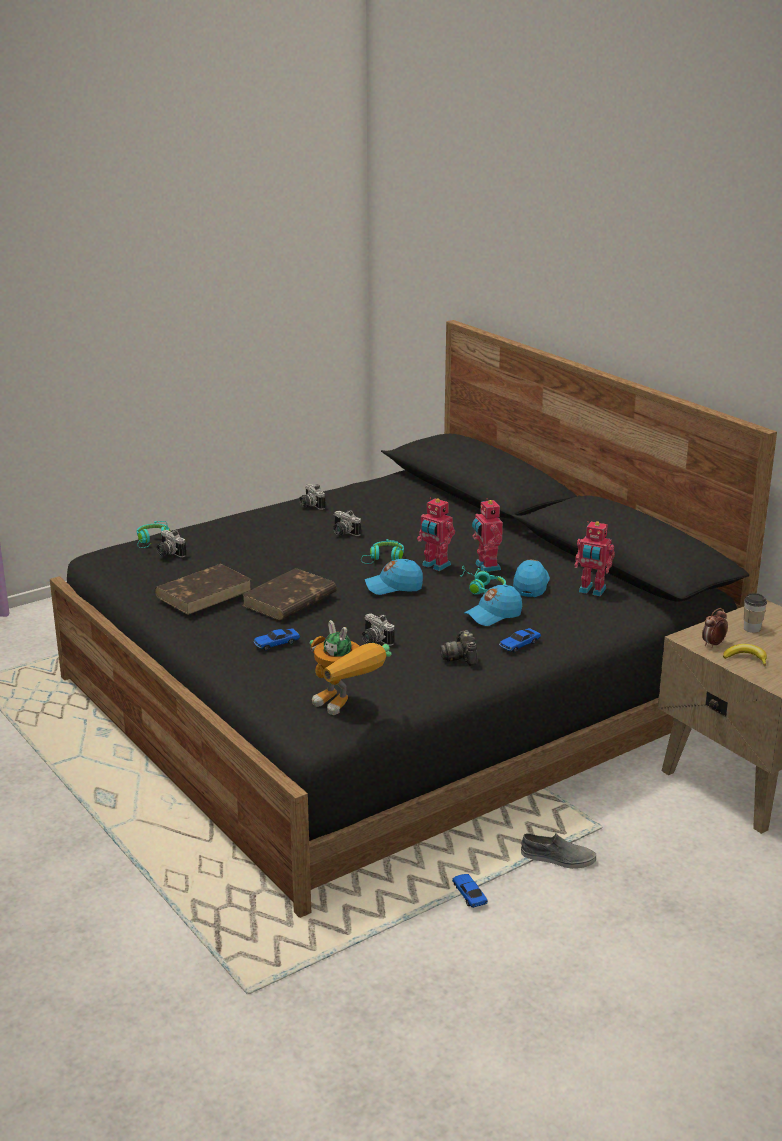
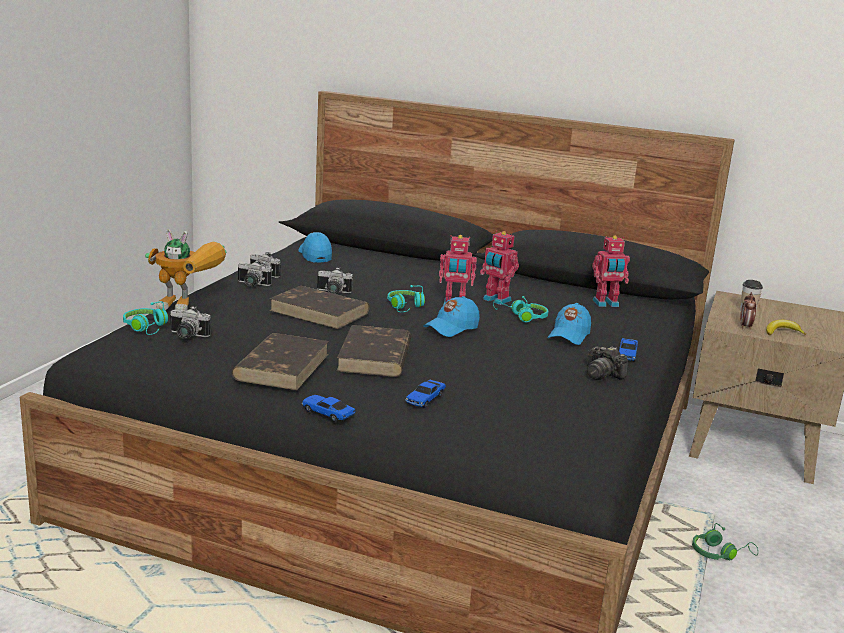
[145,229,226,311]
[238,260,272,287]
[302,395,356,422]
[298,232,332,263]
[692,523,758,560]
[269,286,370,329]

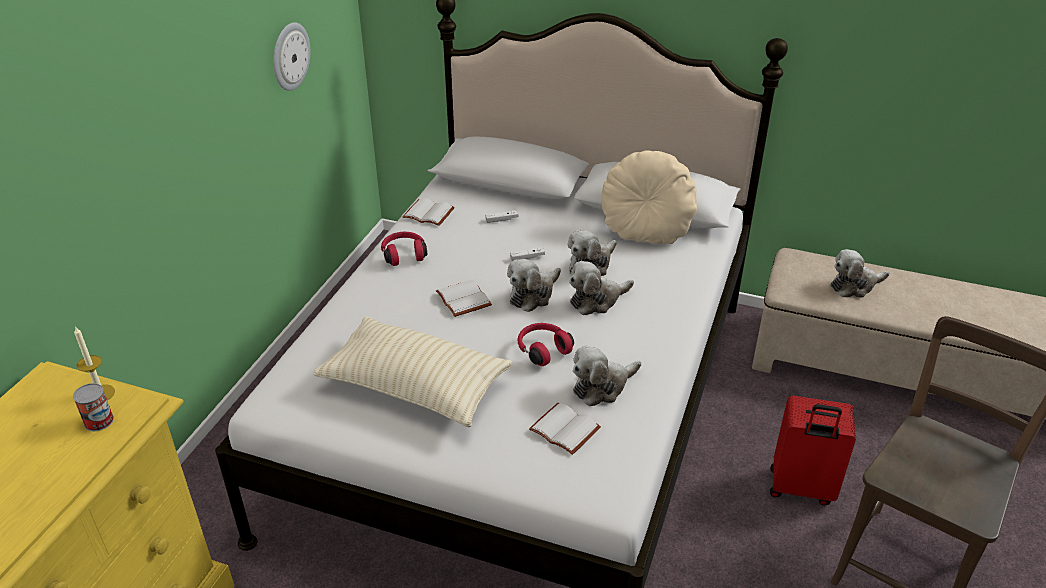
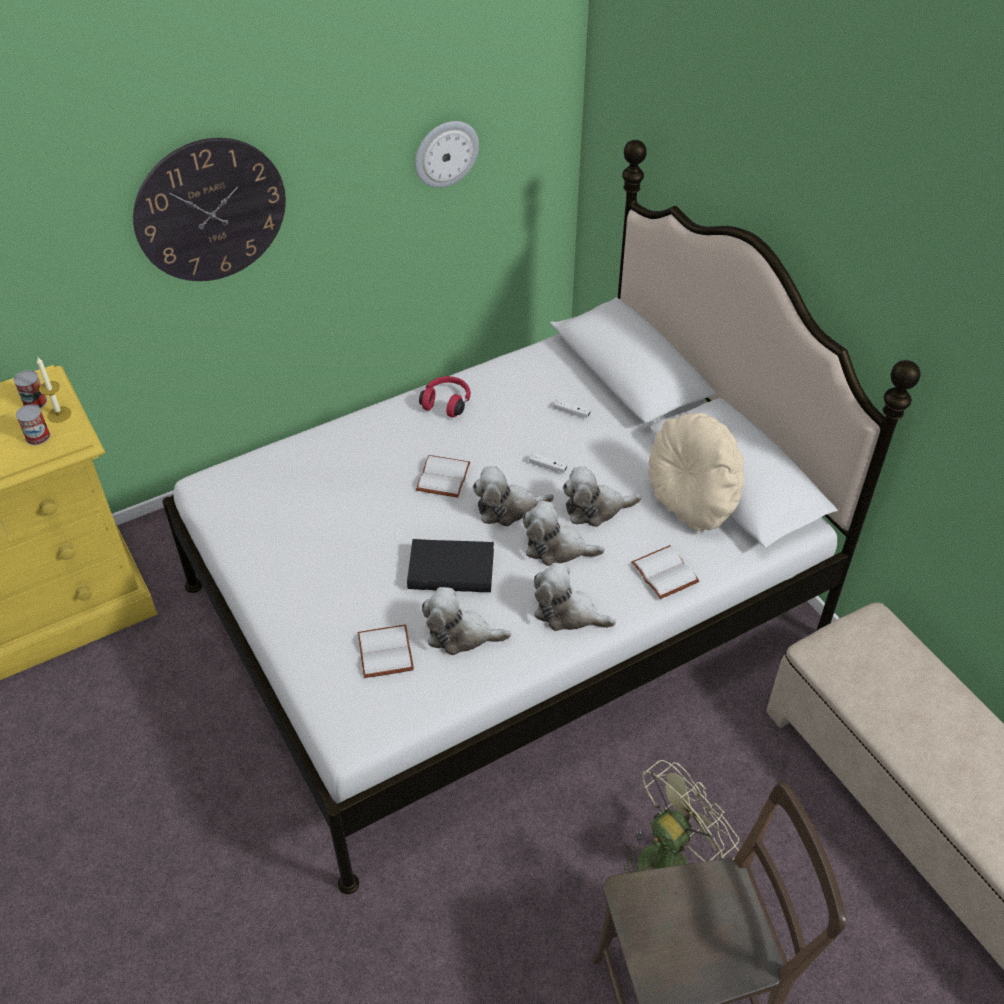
[313,316,512,427] (first image)
[631,545,699,599]
[407,539,494,592]
[622,760,739,874]
[534,563,616,631]
[14,370,47,408]
[133,138,286,281]

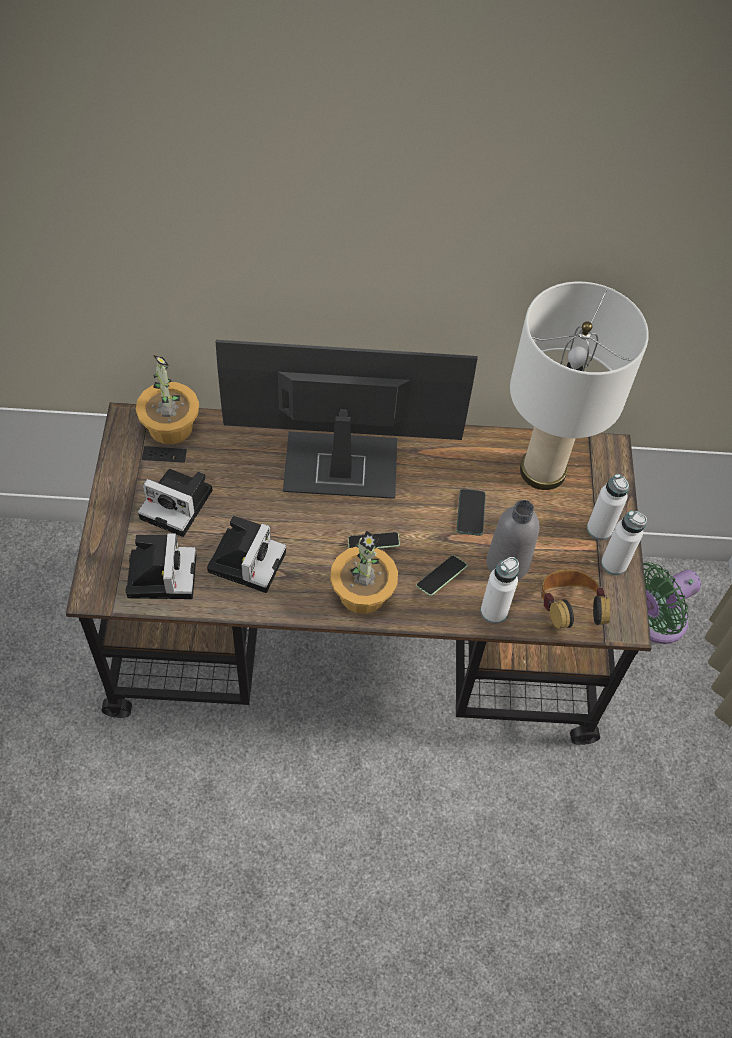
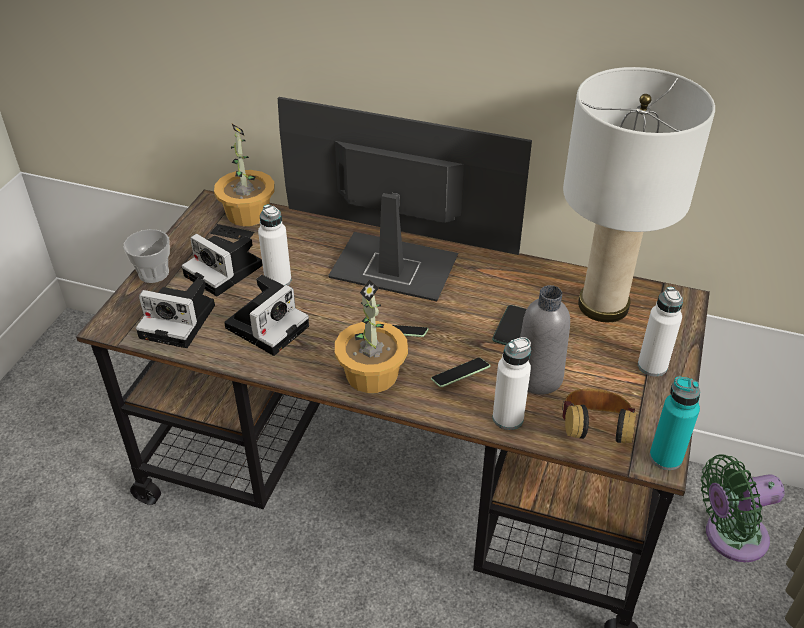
[136,279,215,348]
[258,204,291,286]
[124,229,170,283]
[650,376,700,470]

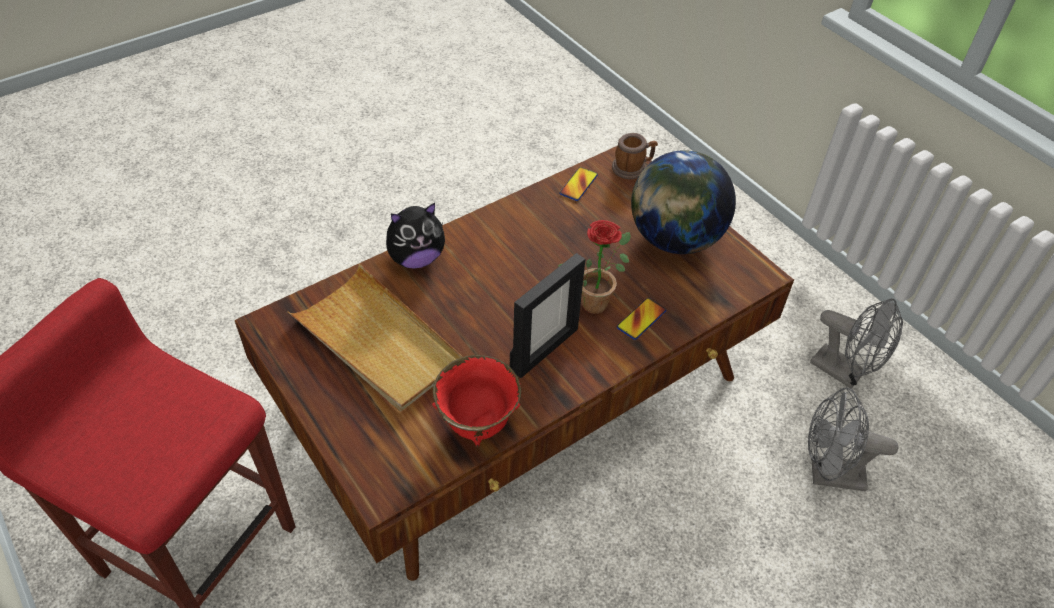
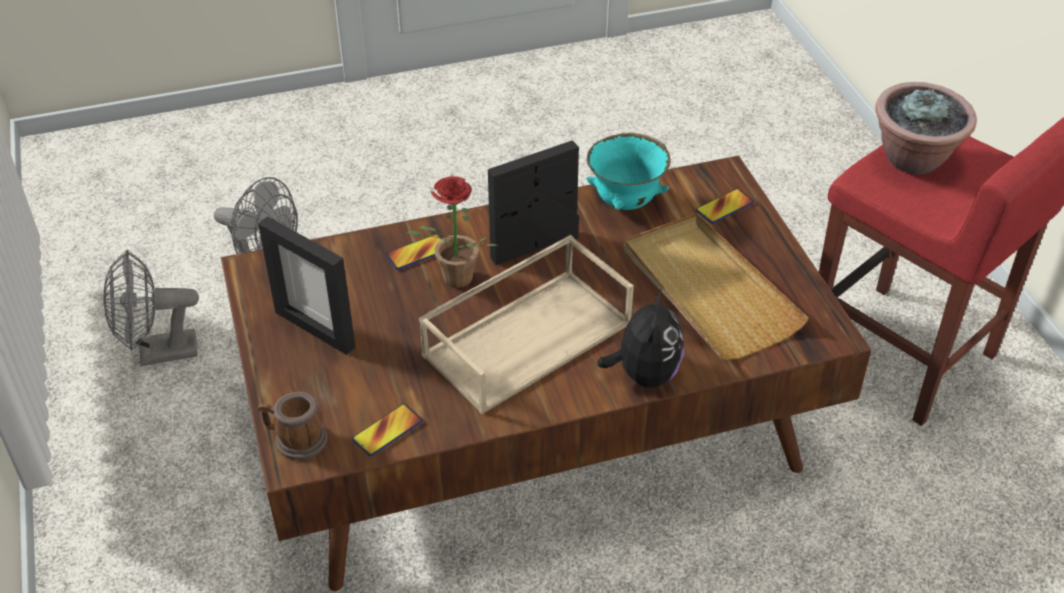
[597,288,684,388]
[586,133,670,210]
[258,216,356,355]
[103,250,199,366]
[419,235,634,414]
[696,189,754,223]
[875,82,977,174]

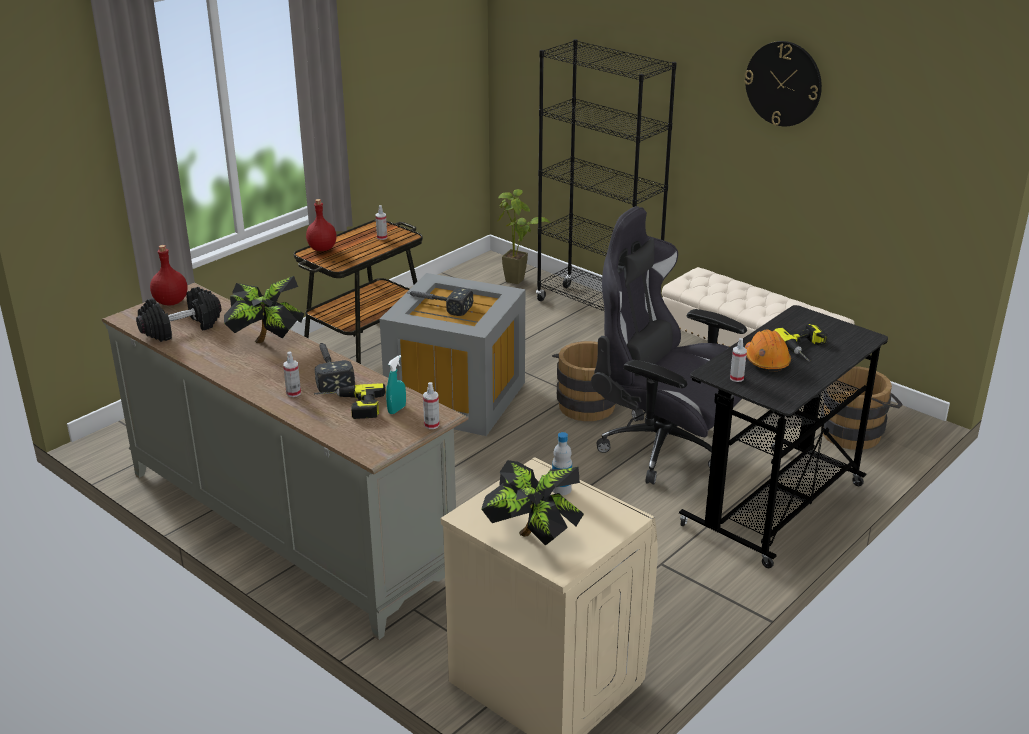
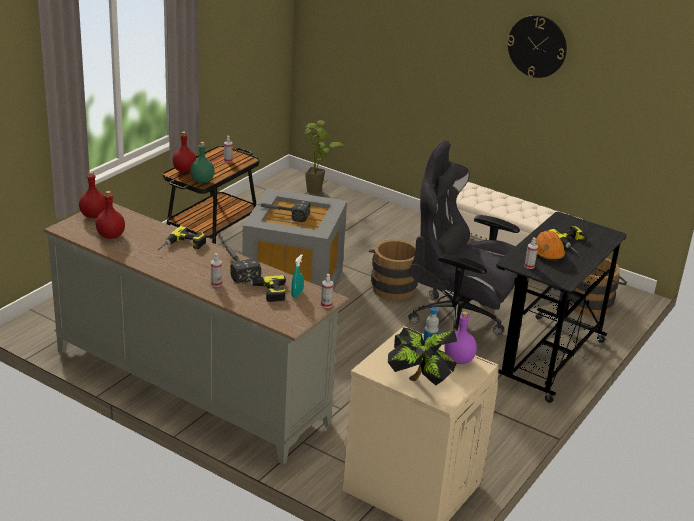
[96,191,125,239]
[158,226,206,250]
[536,39,677,311] (first image)
[190,142,214,183]
[444,311,477,364]

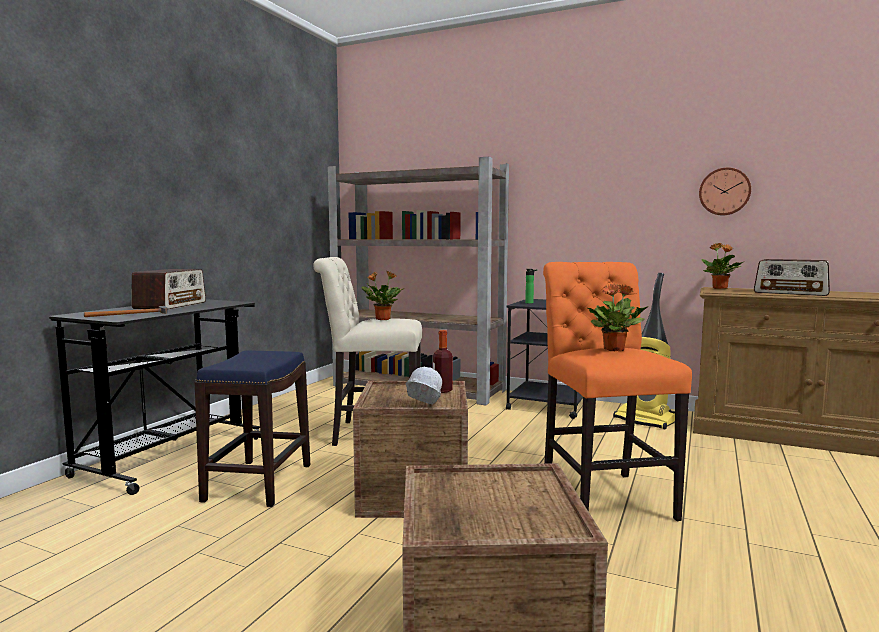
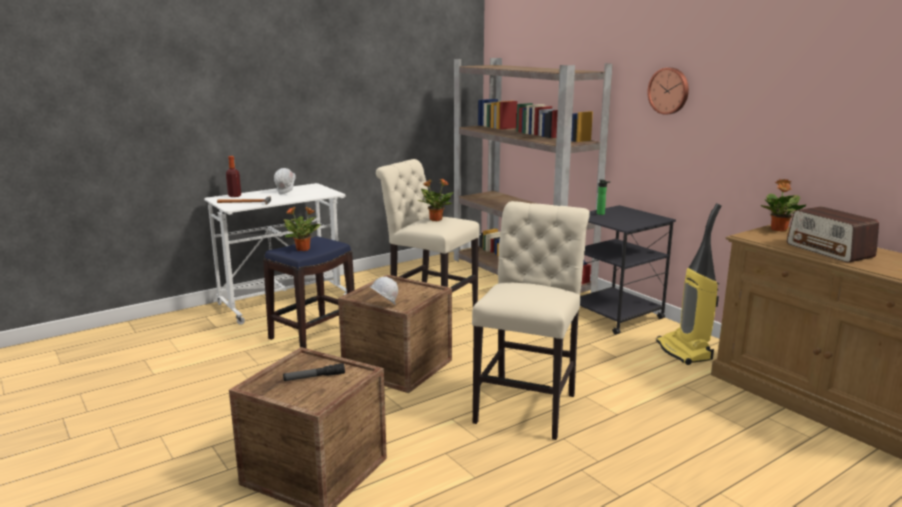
[204,183,347,325]
[274,168,296,194]
[226,156,241,197]
[472,201,590,440]
[283,206,321,251]
[647,68,689,115]
[283,363,345,381]

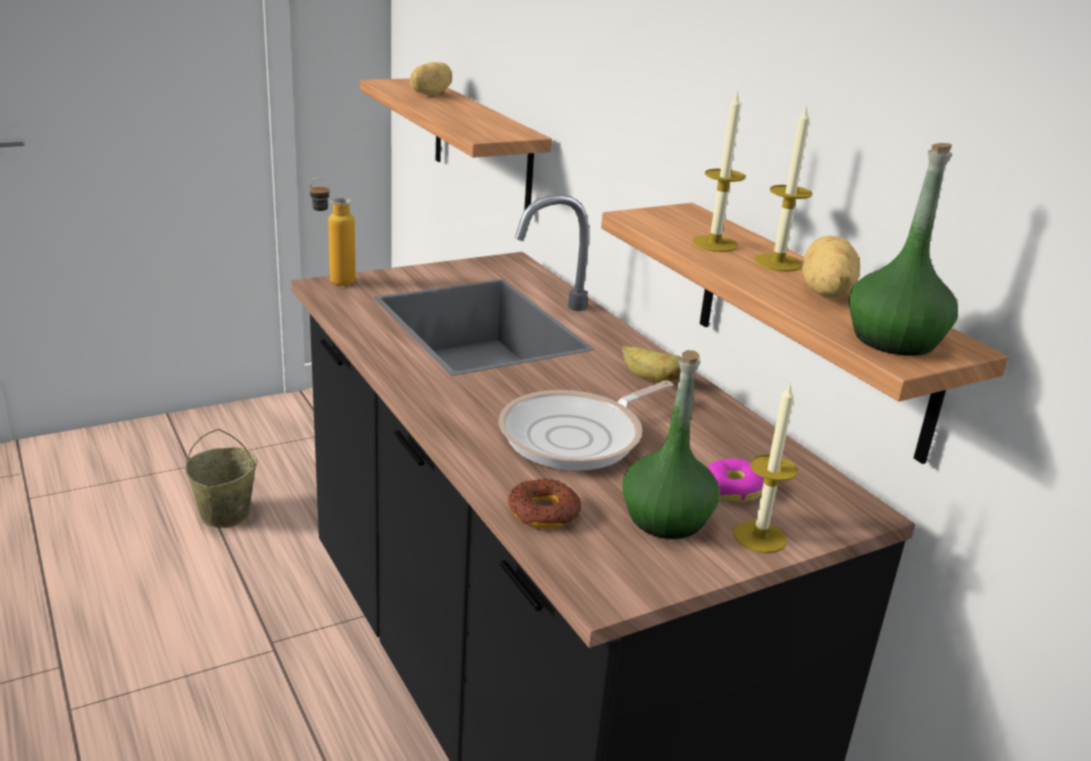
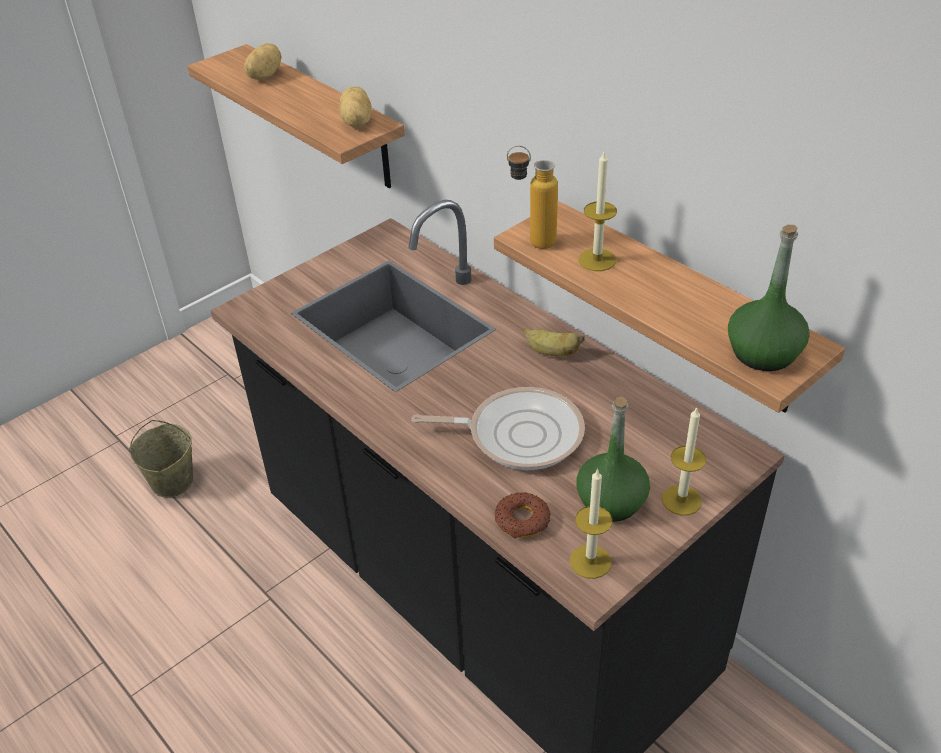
[507,145,558,249]
[412,387,585,470]
[708,458,764,502] (first image)
[570,468,612,579]
[339,87,372,127]

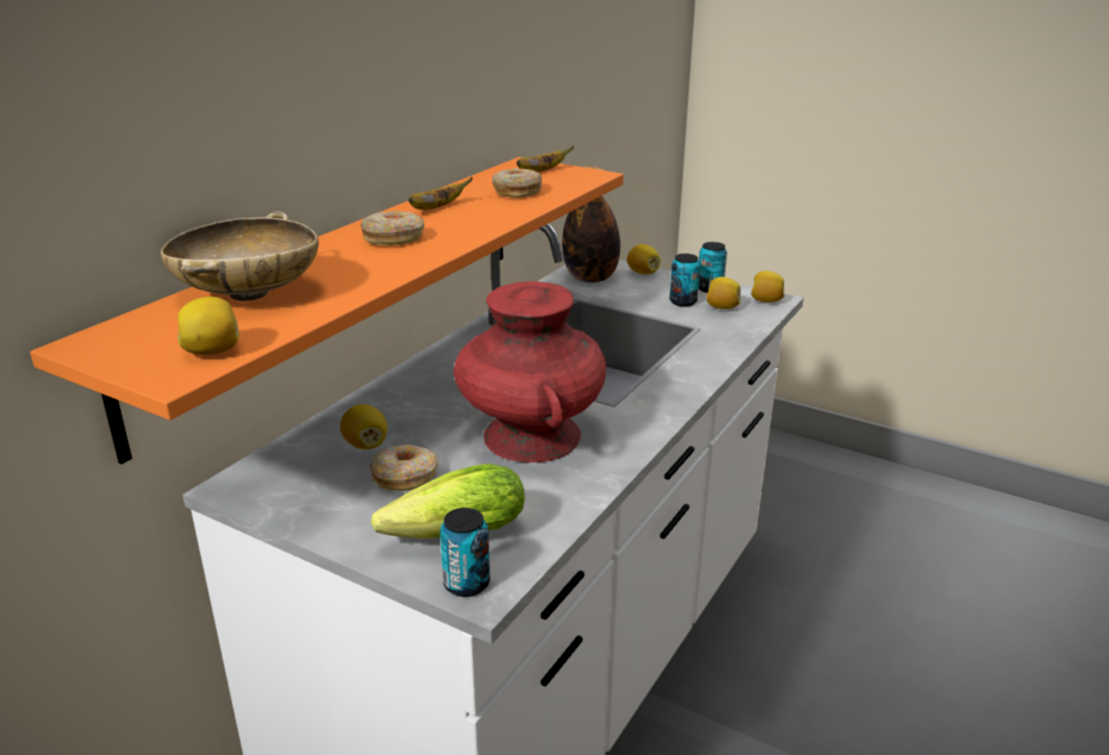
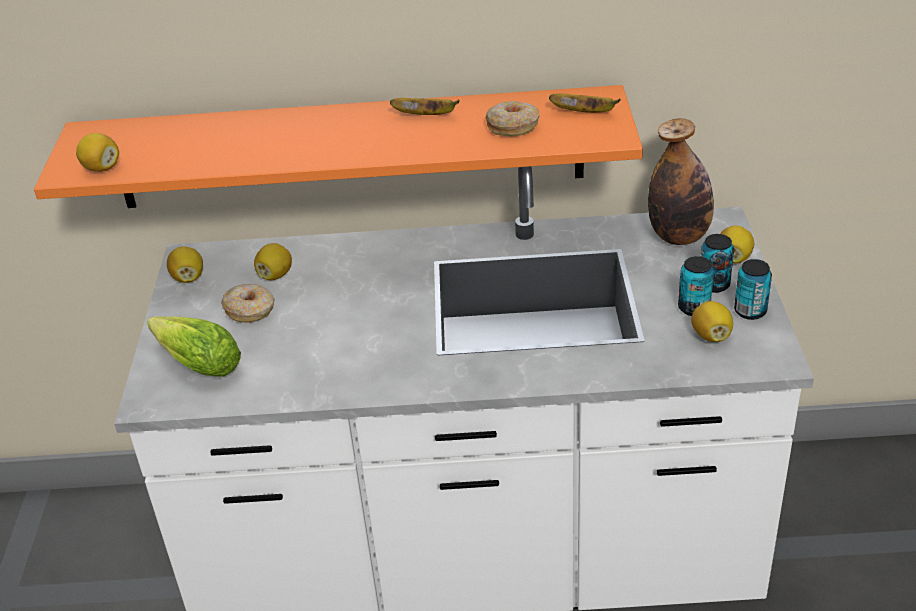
[161,211,319,301] (first image)
[360,211,424,246] (first image)
[701,234,734,293]
[453,281,606,463] (first image)
[167,246,203,283]

